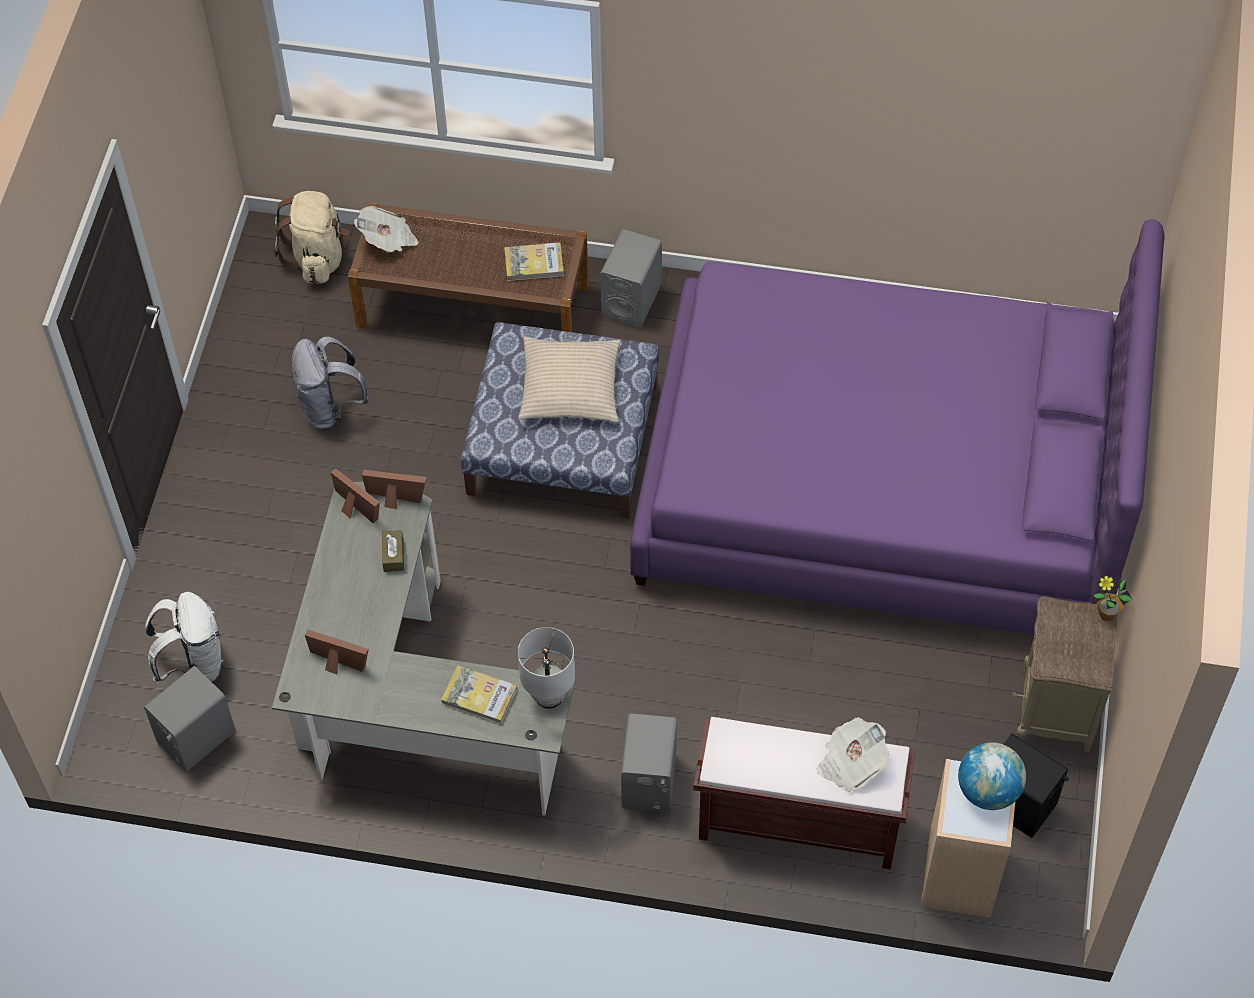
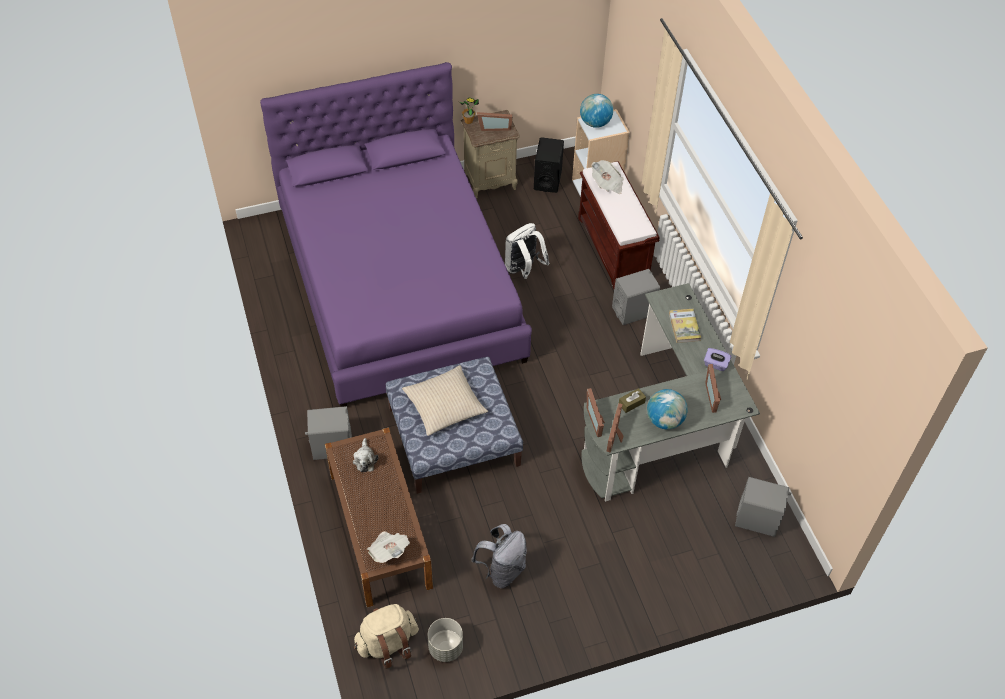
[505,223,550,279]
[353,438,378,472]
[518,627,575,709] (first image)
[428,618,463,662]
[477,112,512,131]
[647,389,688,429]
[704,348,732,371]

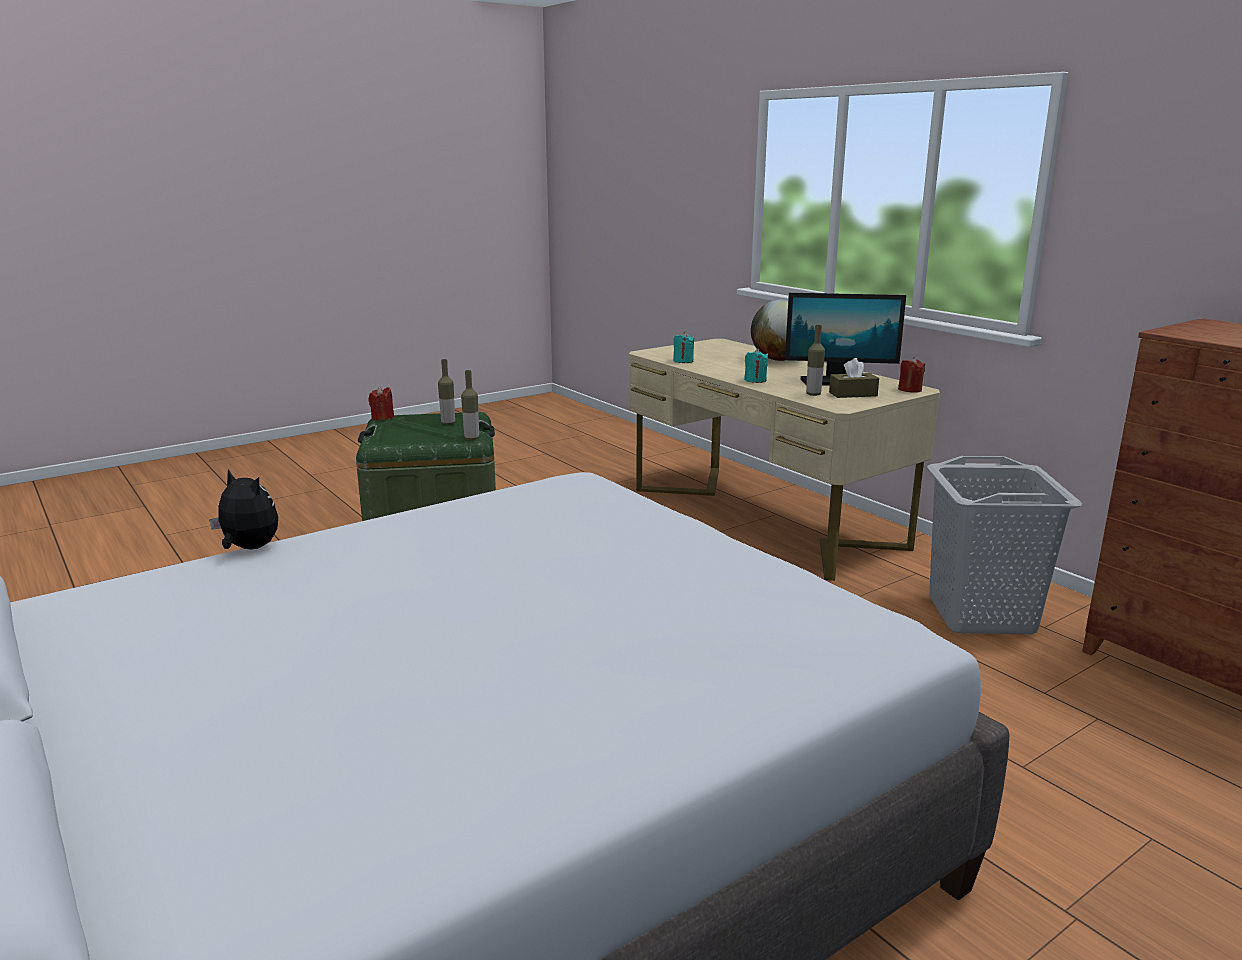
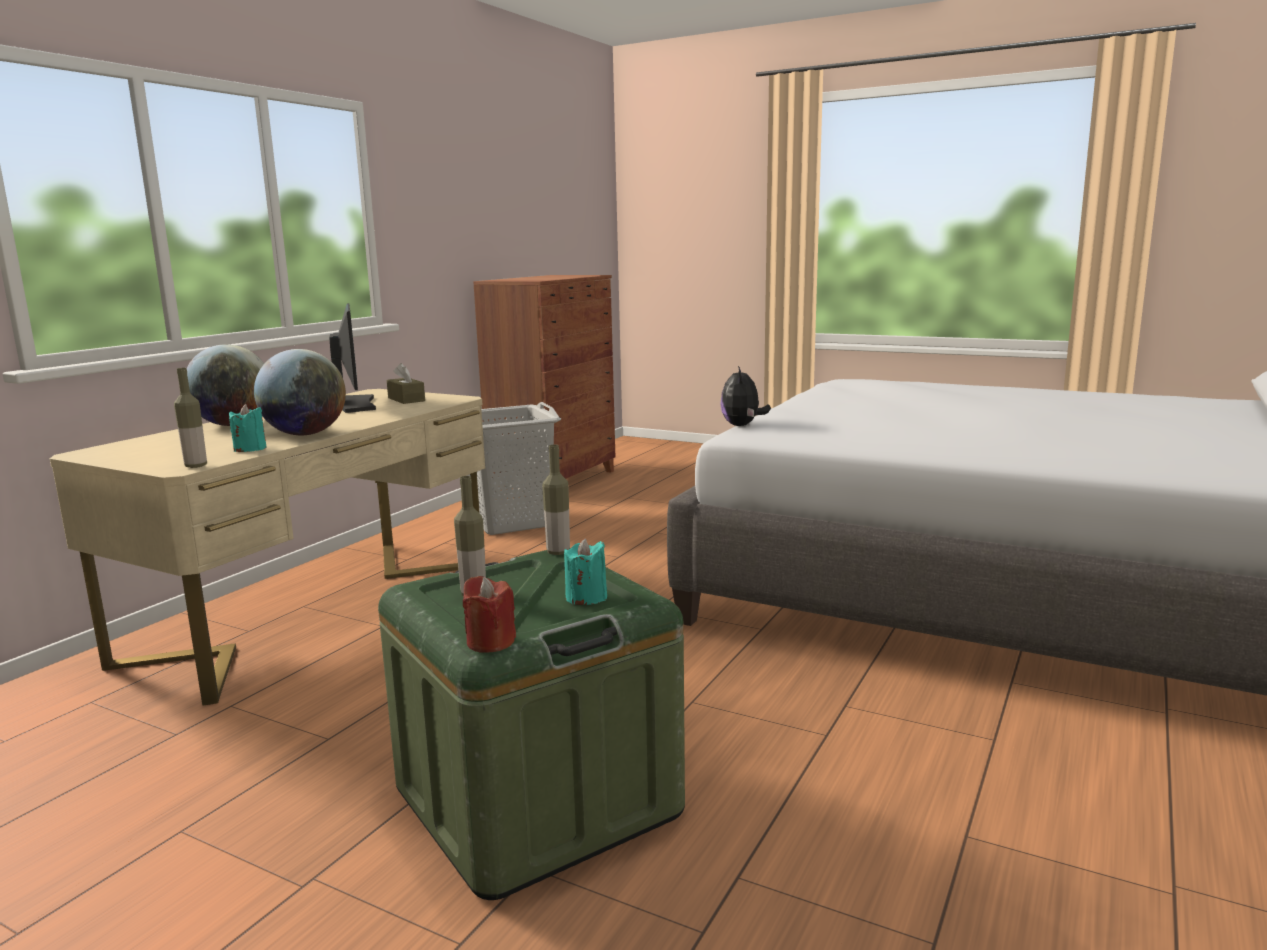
[720,366,771,426]
[564,538,607,605]
[174,368,207,468]
[898,357,925,393] (first image)
[254,349,346,435]

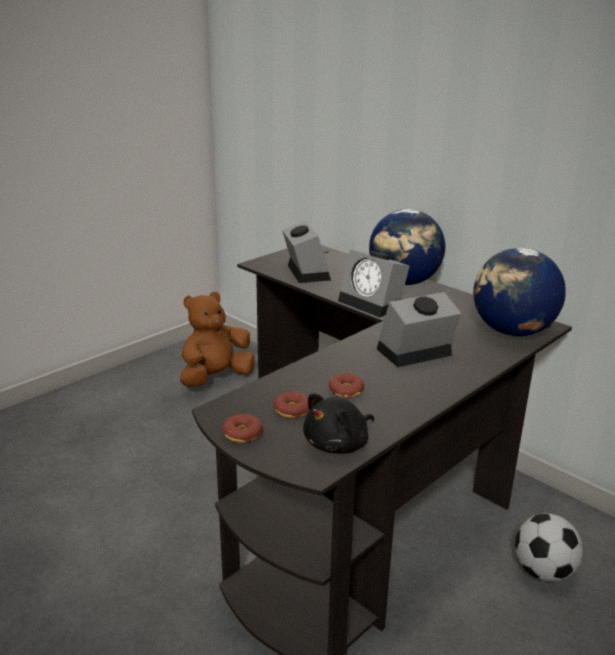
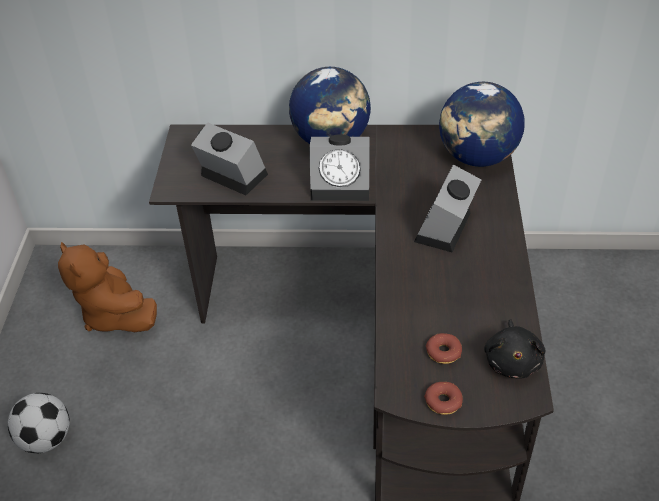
[58,242,157,332]
[329,373,364,399] (first image)
[8,393,70,453]

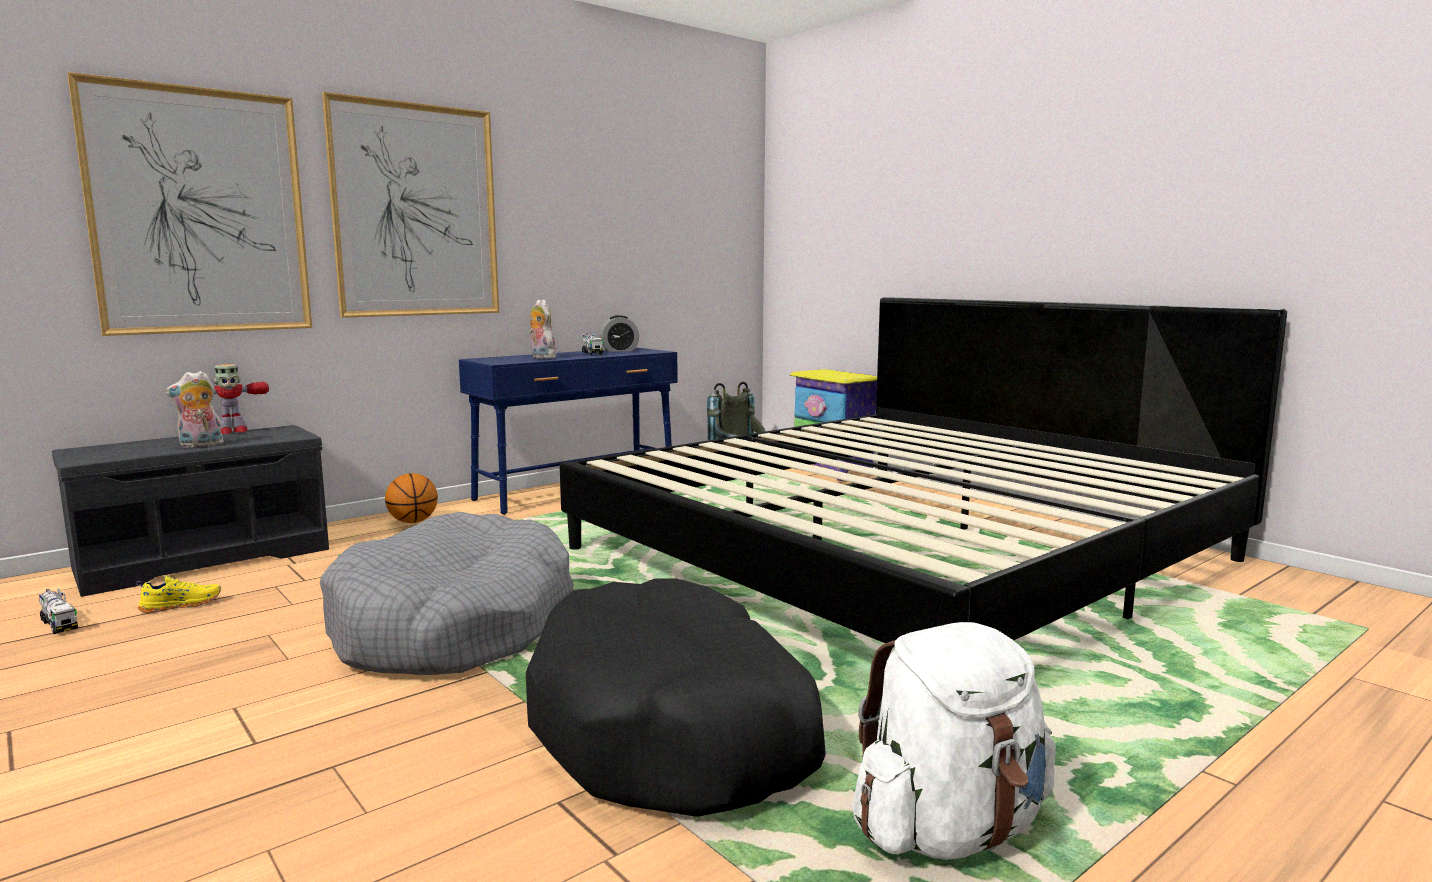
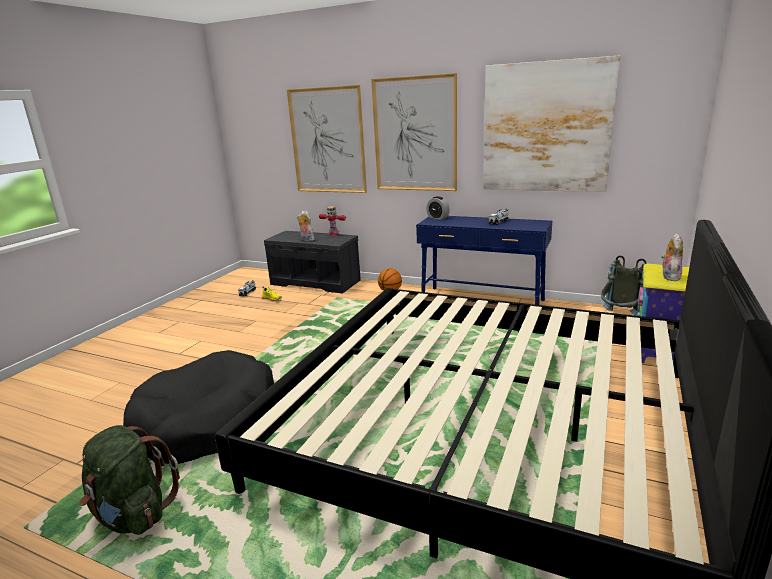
[320,512,574,675] (first image)
[661,233,683,281]
[426,196,450,220]
[79,425,180,535]
[483,55,620,192]

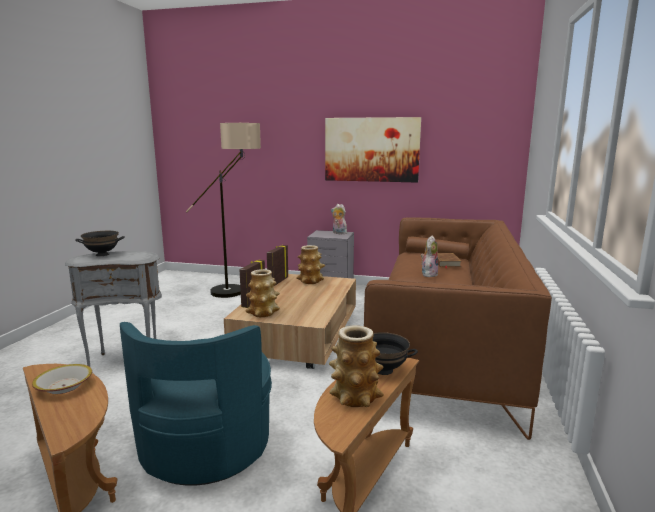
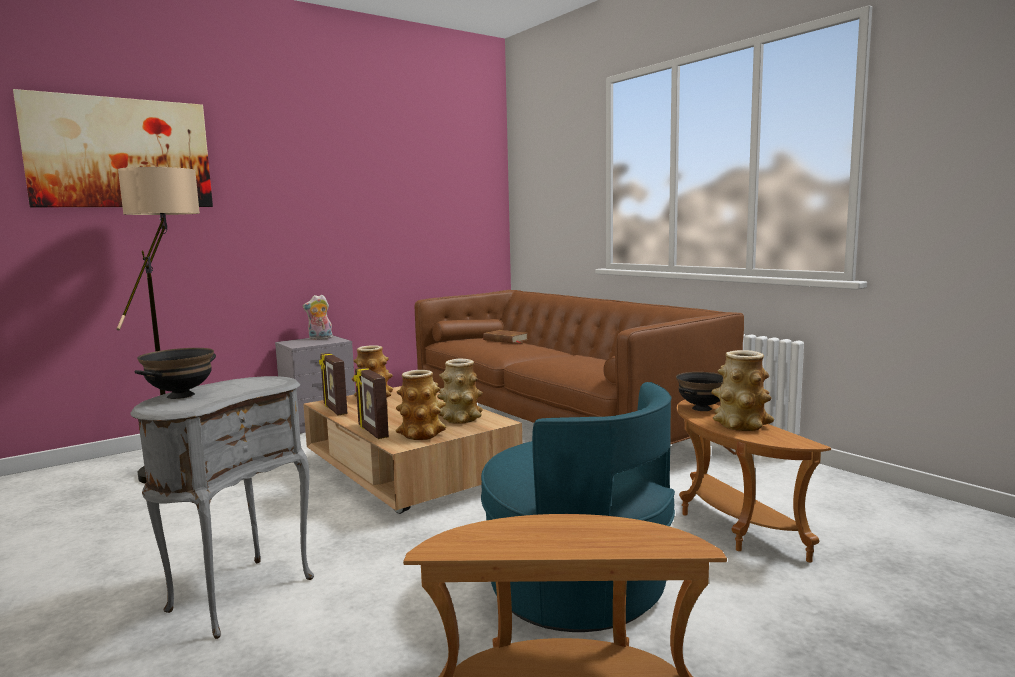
[32,364,92,394] (first image)
[13,89,213,207]
[421,236,438,277] (first image)
[437,359,483,424]

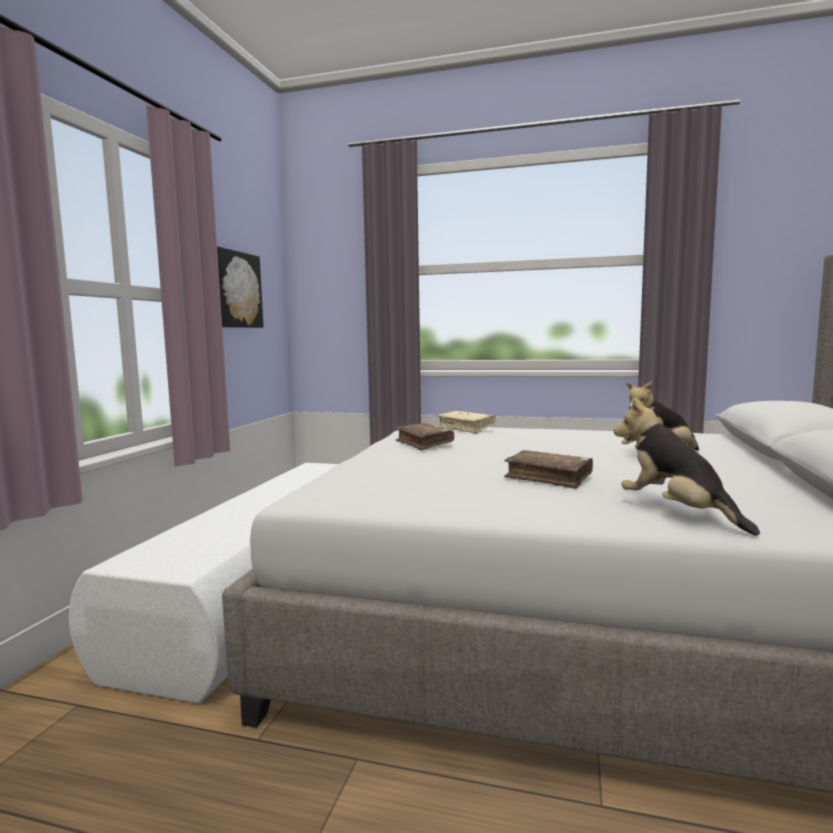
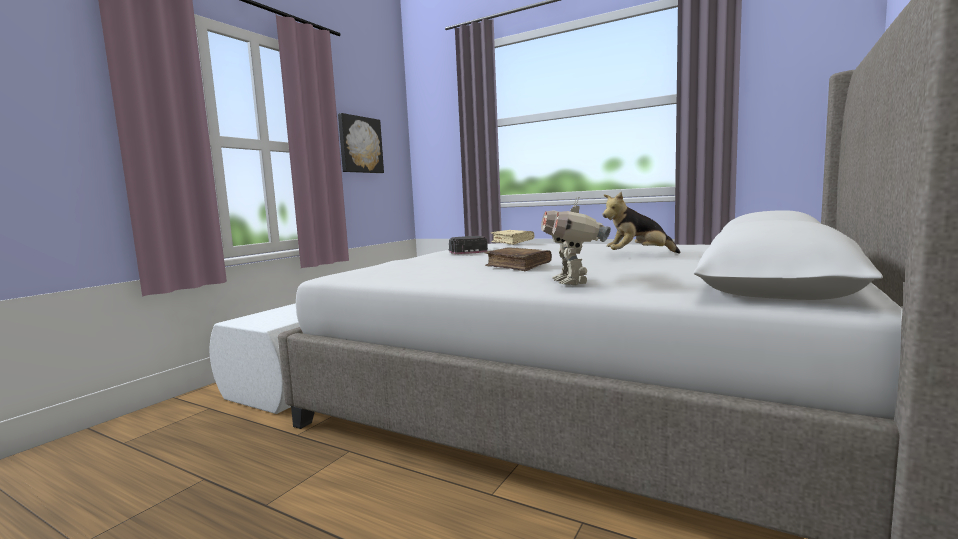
[449,236,488,254]
[541,197,611,285]

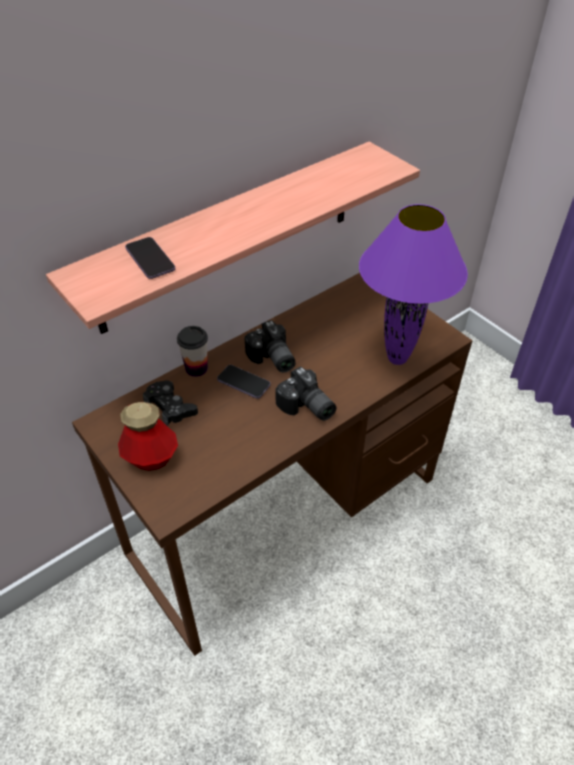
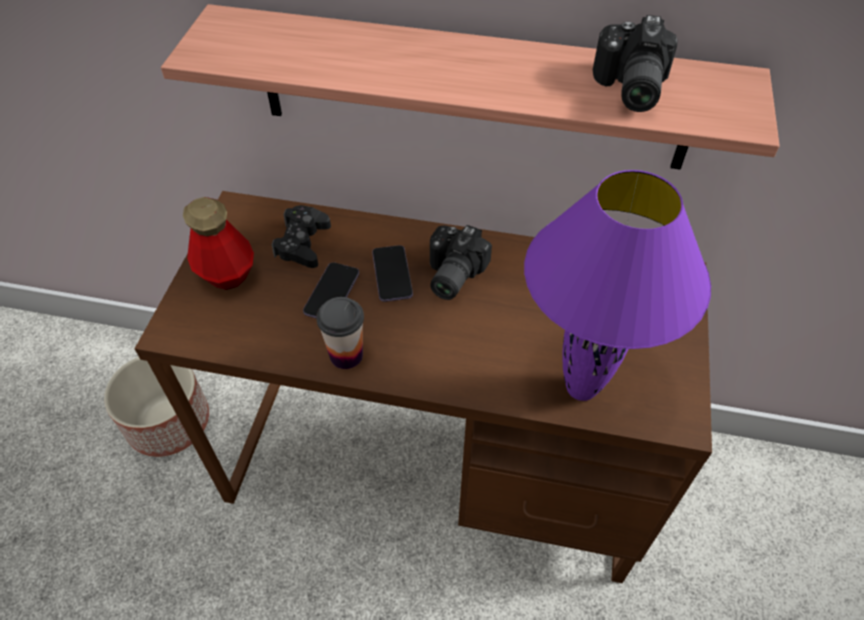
[303,262,359,318]
[316,297,364,369]
[593,15,678,112]
[104,357,209,457]

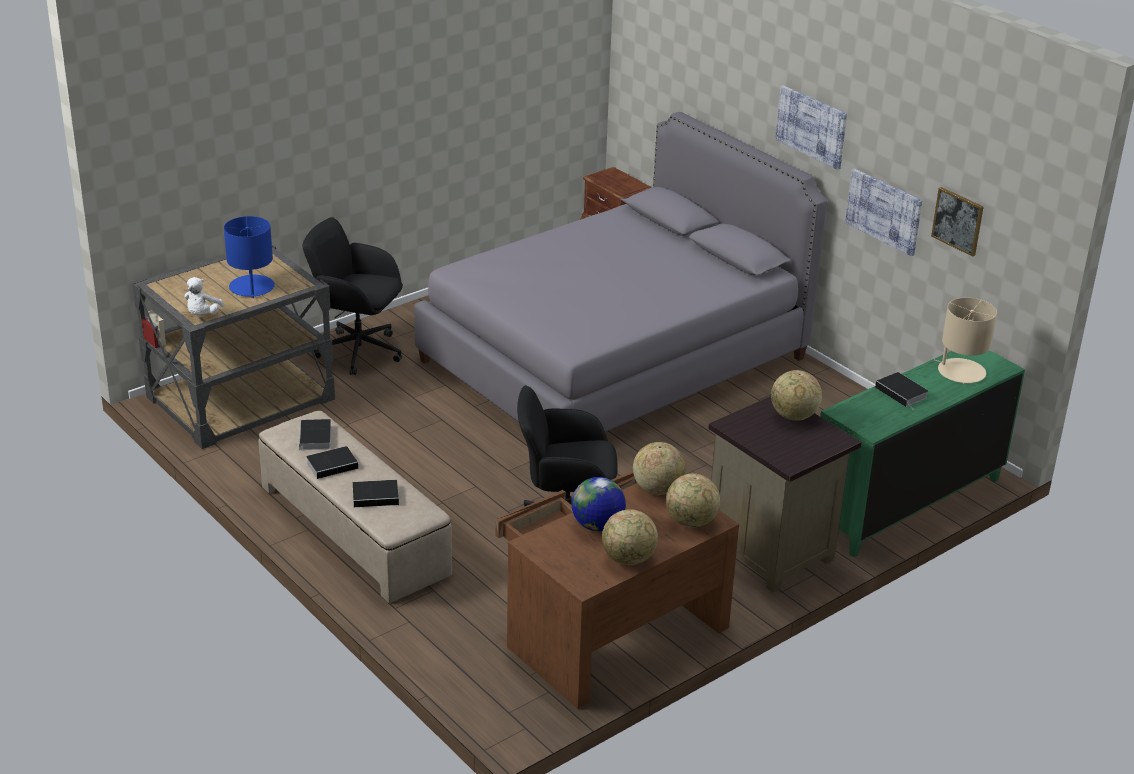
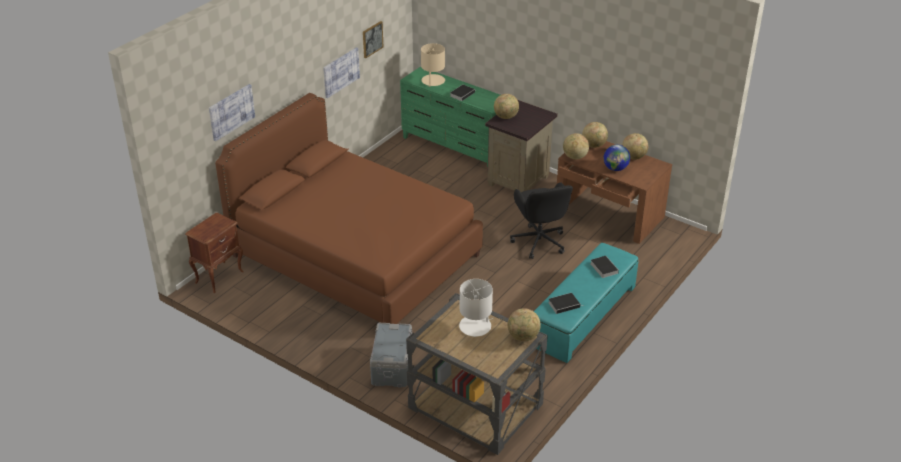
[508,308,541,341]
[459,279,493,337]
[534,243,638,363]
[370,323,412,388]
[306,446,365,479] (first image)
[215,93,483,324]
[209,84,255,141]

